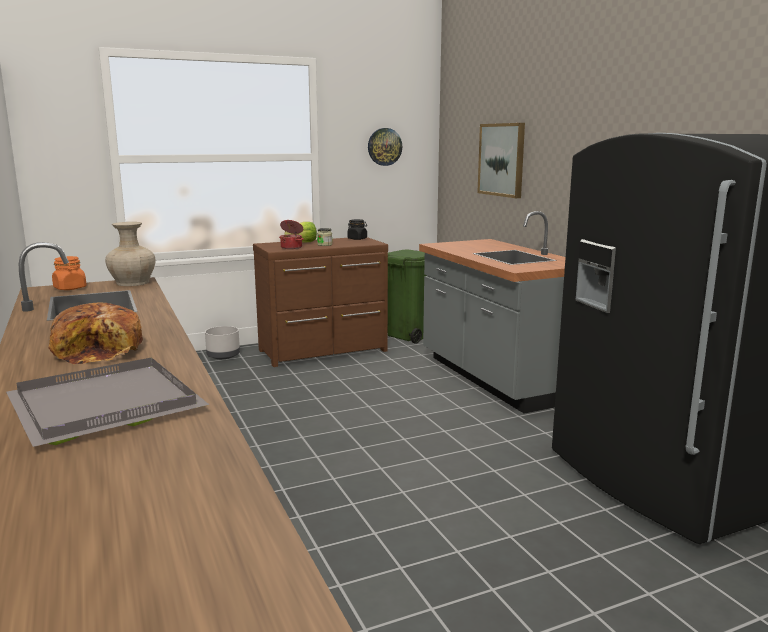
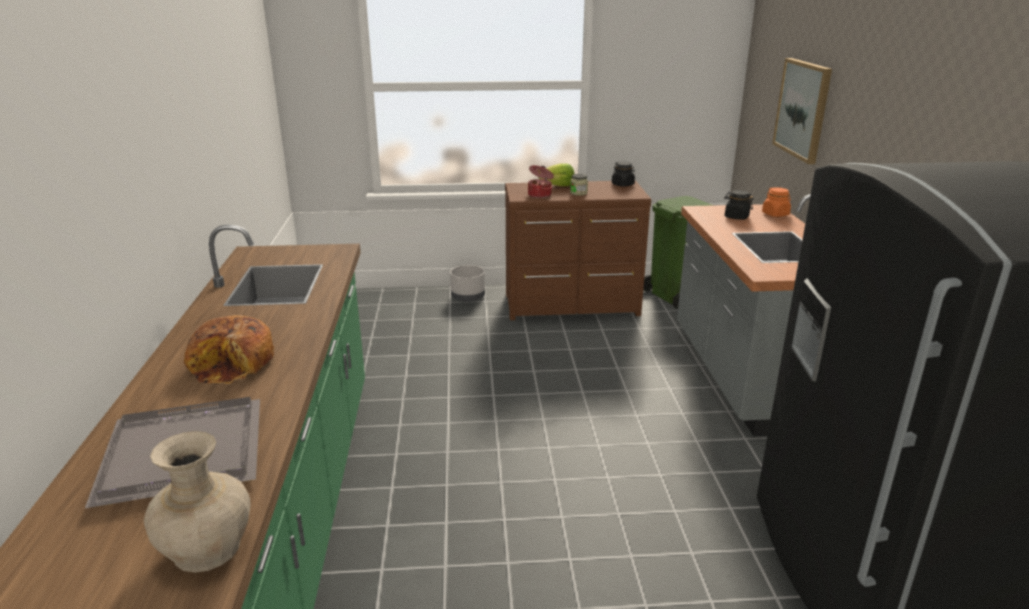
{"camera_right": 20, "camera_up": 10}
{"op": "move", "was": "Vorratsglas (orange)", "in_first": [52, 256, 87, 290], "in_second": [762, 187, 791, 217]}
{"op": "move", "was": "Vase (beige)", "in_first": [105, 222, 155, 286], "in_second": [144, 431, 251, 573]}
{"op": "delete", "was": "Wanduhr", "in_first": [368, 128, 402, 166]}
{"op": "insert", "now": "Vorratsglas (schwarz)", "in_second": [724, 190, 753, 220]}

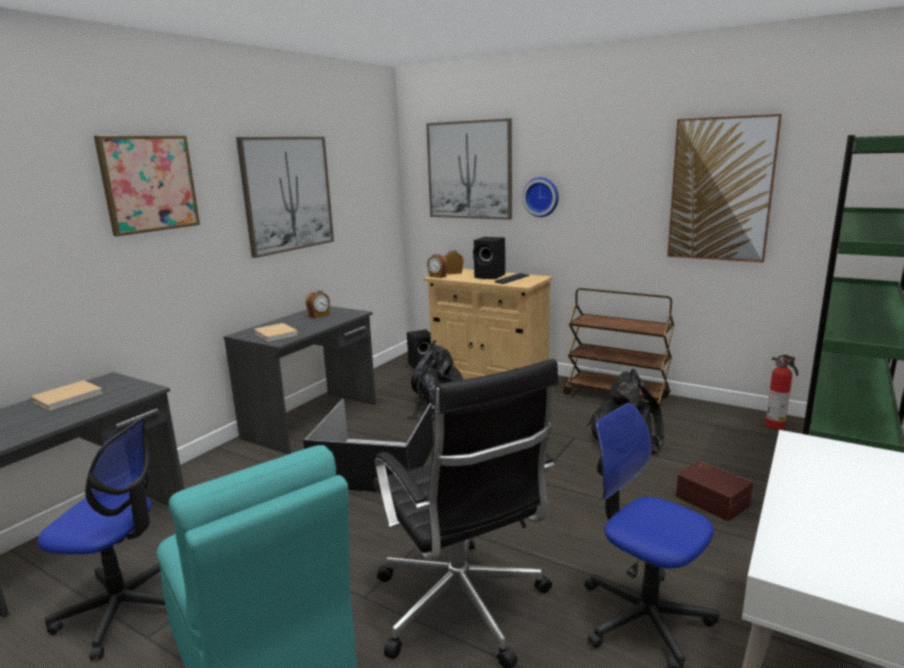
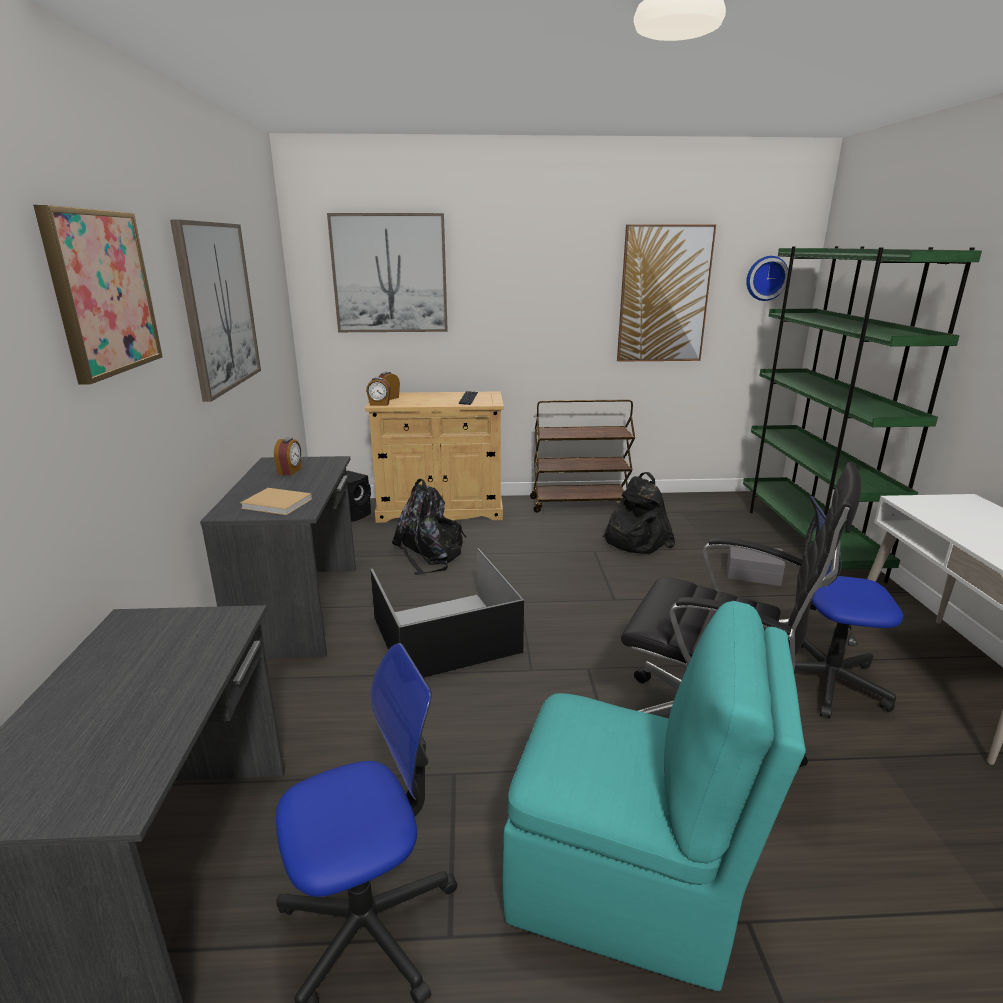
{"camera_right": -35, "camera_up": 5}
{"op": "delete", "was": "Buch (beige)", "in_first": [30, 380, 103, 411]}
{"op": "delete", "was": "Lautsprecher (schwarz)", "in_first": [473, 237, 505, 279]}
{"op": "move", "was": "Wanduhr", "in_first": [522, 177, 559, 217], "in_second": [746, 256, 788, 301]}
{"op": "recolor", "was": "Aufbewahrungsbox (braun)", "now": "Aufbewahrungsbox (grau)", "in_first": [676, 461, 753, 521], "in_second": [727, 546, 785, 586]}
{"op": "delete", "was": "Feuerlöscher", "in_first": [765, 355, 798, 430]}

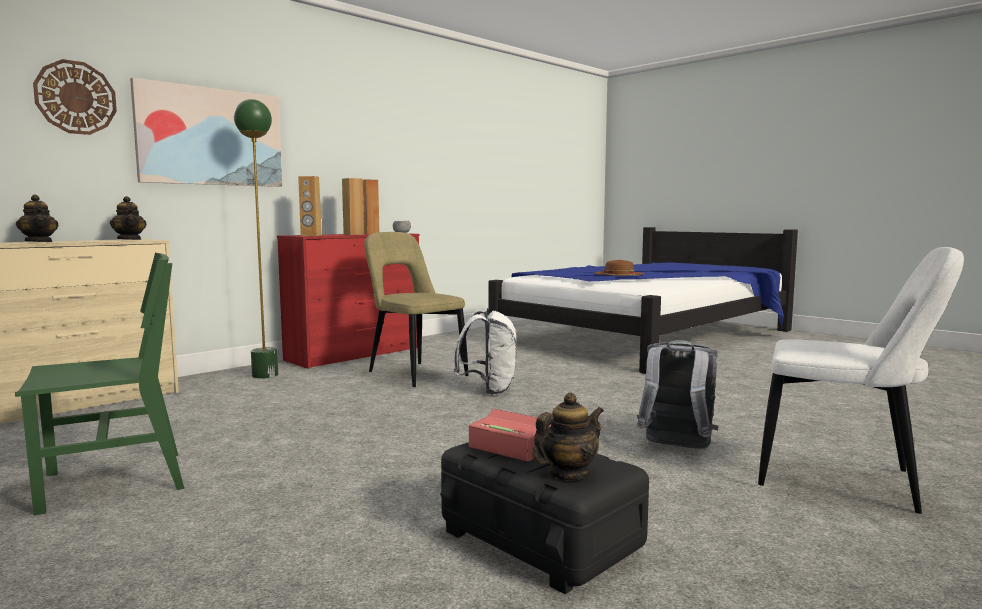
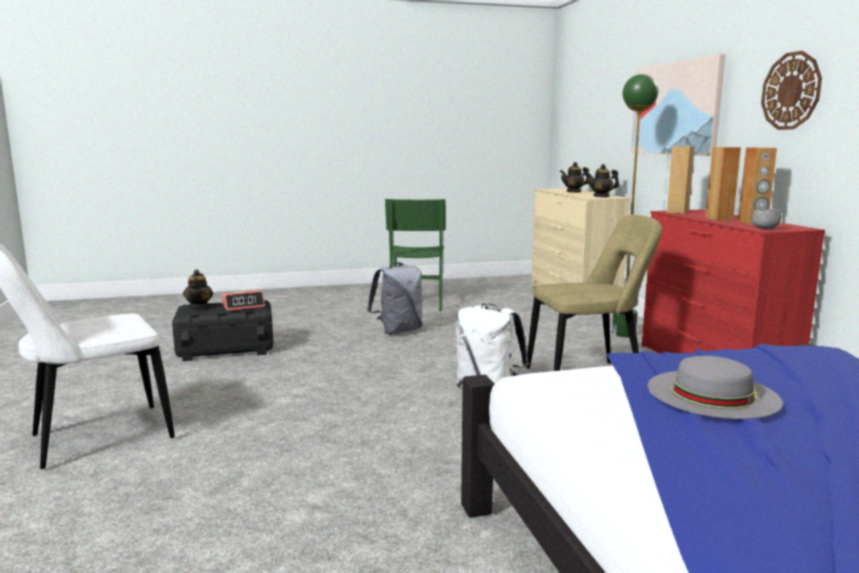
{"camera_right": 120, "camera_up": 5}
{"op": "move", "was": "Wanduhr", "in_first": [33, 59, 117, 135], "in_second": [761, 51, 822, 130]}
{"op": "recolor", "was": "Hut (braun)", "now": "Hut (grau)", "in_first": [595, 260, 644, 276], "in_second": [648, 356, 783, 419]}
{"op": "move", "was": "Rucksack (grau)", "in_first": [637, 340, 718, 449], "in_second": [367, 262, 423, 335]}

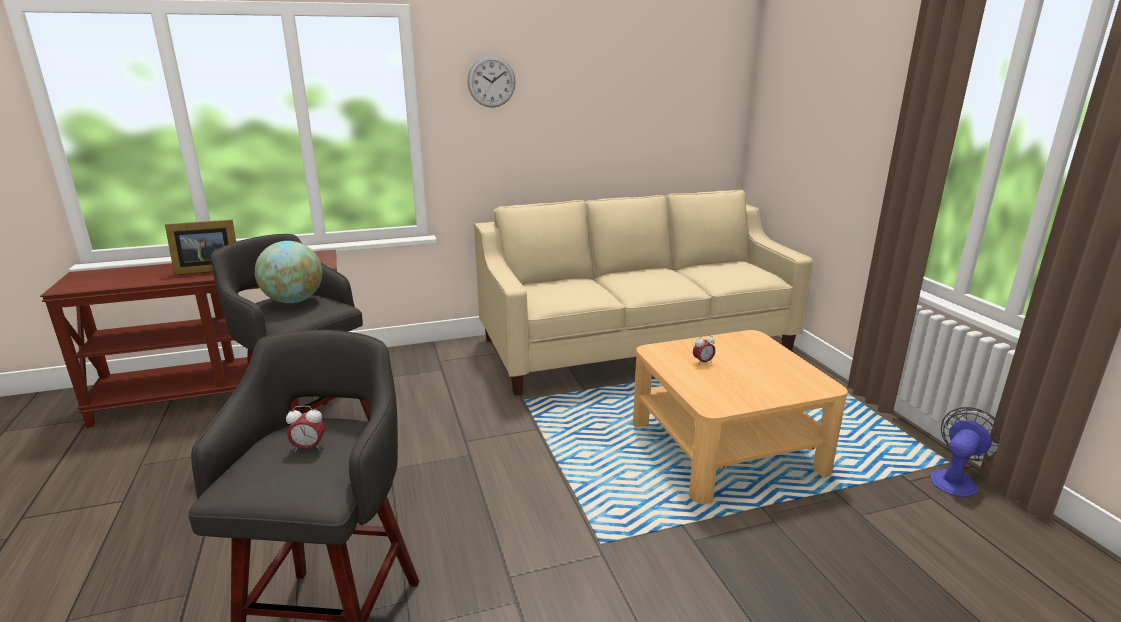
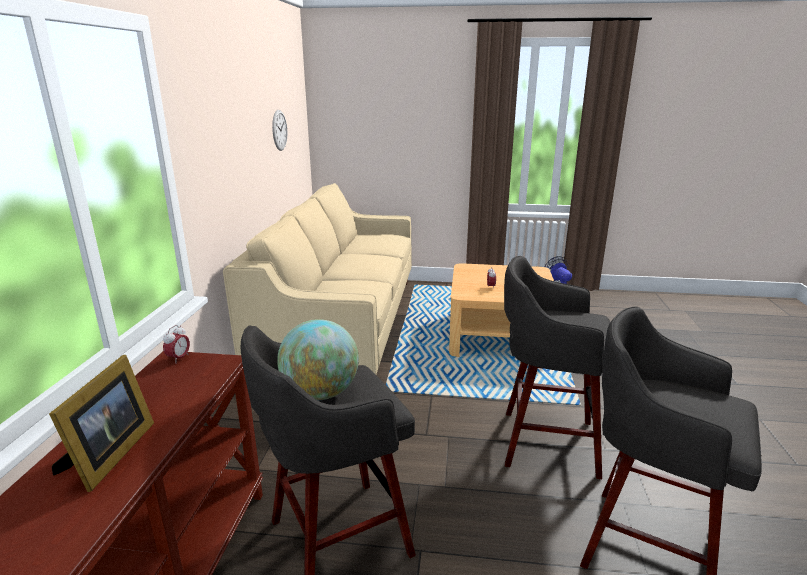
{"camera_right": -65, "camera_up": 0}
{"op": "move", "was": "Wecker", "in_first": [286, 406, 325, 452], "in_second": [163, 325, 190, 364]}
{"op": "move", "was": "Wanduhr", "in_first": [467, 56, 516, 108], "in_second": [272, 110, 287, 151]}
{"op": "insert", "now": "Hocker (grau)", "in_second": [504, 256, 610, 479]}

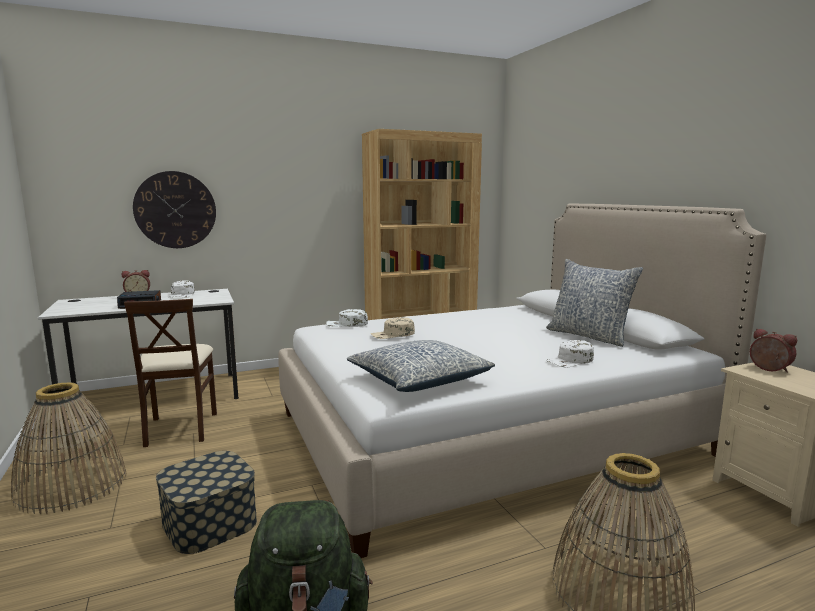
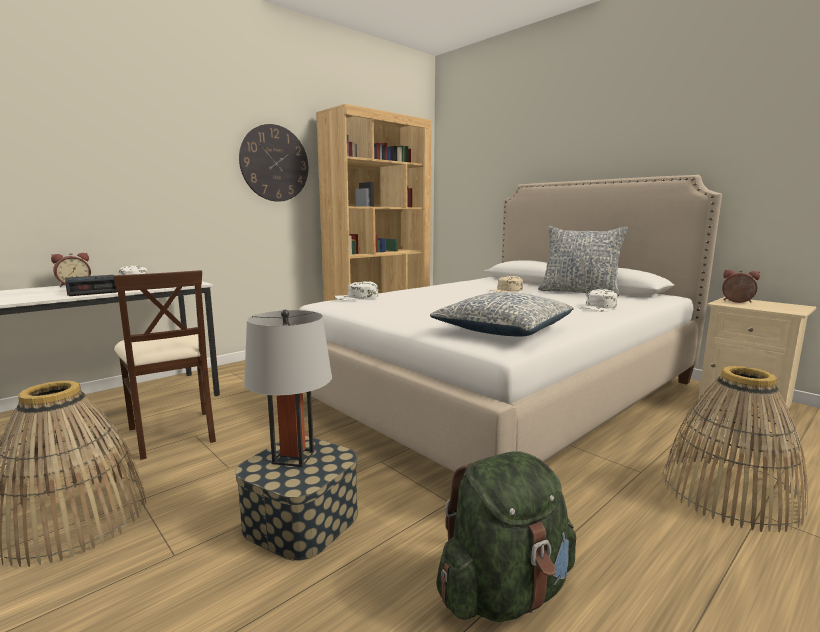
{"camera_right": -20, "camera_up": 0}
{"op": "move", "was": "Wanduhr", "in_first": [133, 171, 216, 248], "in_second": [239, 124, 308, 202]}
{"op": "move", "was": "Kappe (beige)", "in_first": [370, 317, 415, 339], "in_second": [491, 276, 523, 292]}
{"op": "insert", "now": "Tischlampe (grau)", "in_second": [244, 310, 332, 467]}

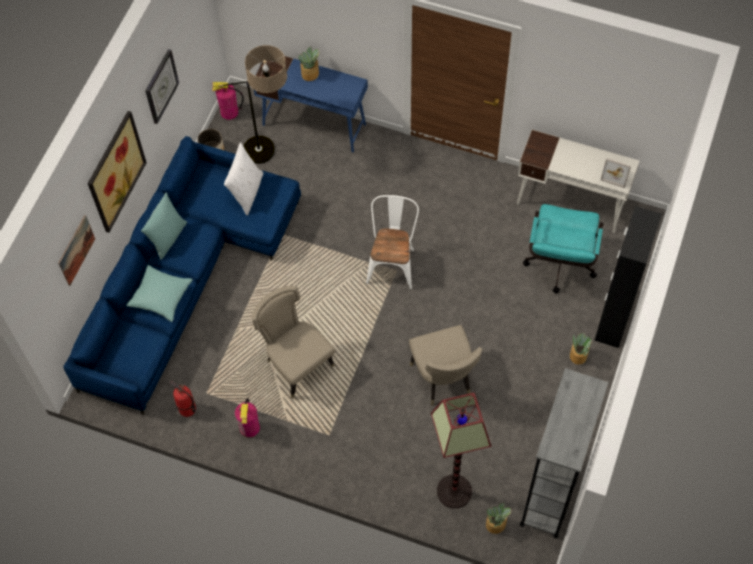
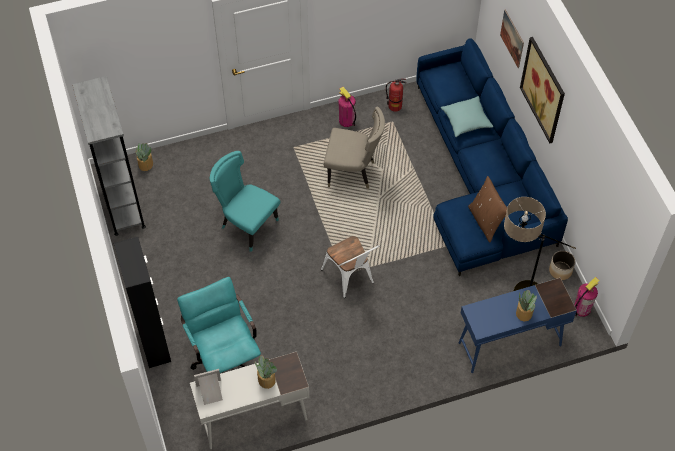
{"camera_right": 140, "camera_up": -5}
{"op": "delete", "was": "Kissen (türkis)", "in_first": [141, 193, 187, 260]}
{"op": "delete", "was": "Wanduhr", "in_first": [145, 49, 179, 124]}
{"op": "recolor", "was": "Kissen (weiß)", "now": "Kissen (braun)", "in_first": [224, 142, 263, 215], "in_second": [468, 176, 507, 242]}
{"op": "recolor", "was": "Stuhl (beige)", "now": "Stuhl (türkis)", "in_first": [409, 325, 482, 405], "in_second": [210, 151, 280, 252]}
{"op": "delete", "was": "Stehlampe", "in_first": [431, 393, 491, 508]}
{"op": "move", "was": "Topfpflanze", "in_first": [570, 333, 592, 365], "in_second": [255, 355, 277, 389]}

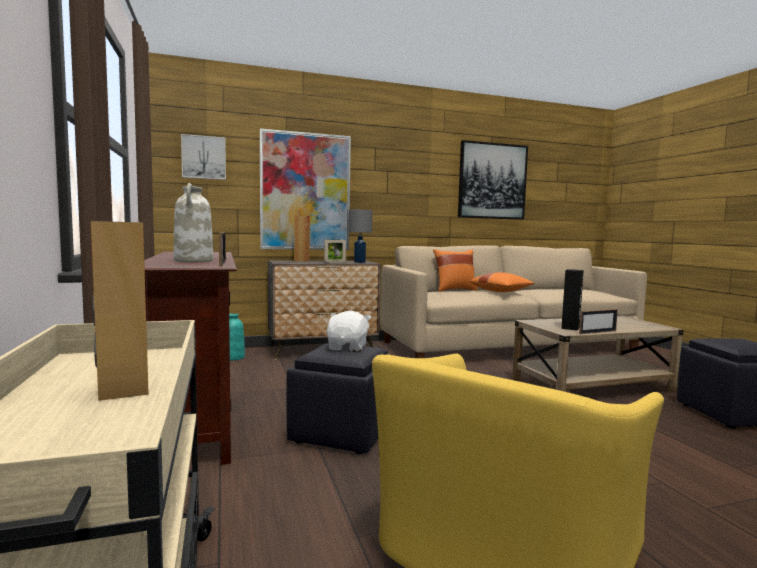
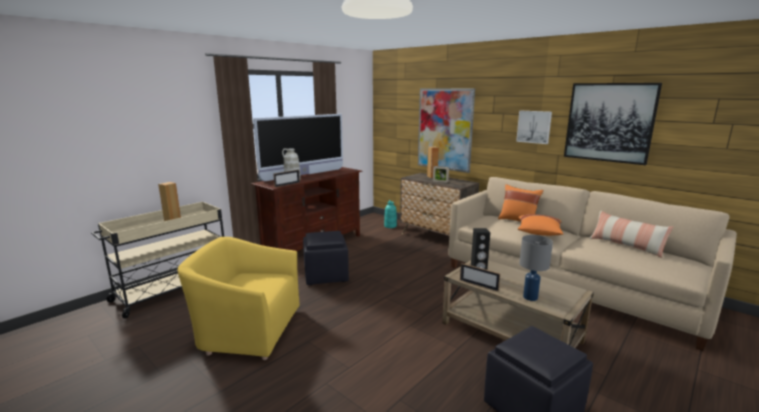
{"camera_right": 60, "camera_up": 10}
{"op": "move", "was": "Bild", "in_first": [181, 134, 226, 180], "in_second": [516, 111, 552, 144]}
{"op": "delete", "was": "Plüschtier (weiß)", "in_first": [326, 311, 371, 352]}
{"op": "move", "was": "Tischlampe (grau)", "in_first": [349, 210, 372, 263], "in_second": [519, 235, 553, 301]}
{"op": "insert", "now": "Fernseher", "in_second": [253, 114, 343, 181]}
{"op": "insert", "now": "Kissen", "in_second": [590, 210, 673, 258]}

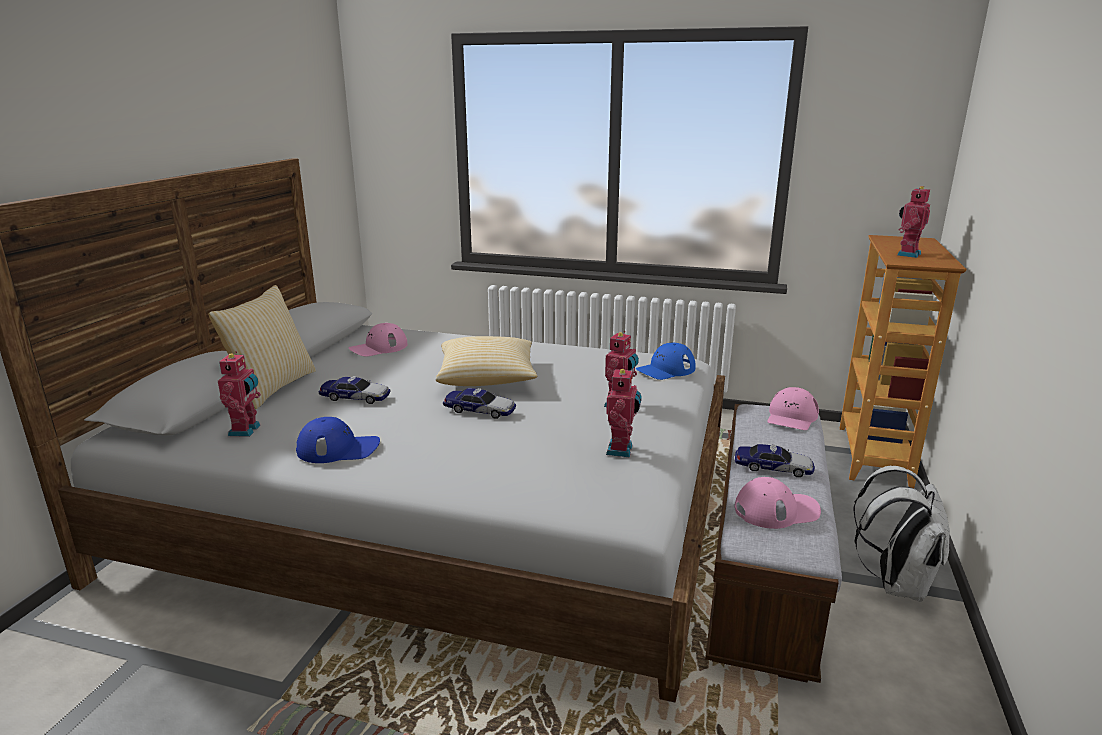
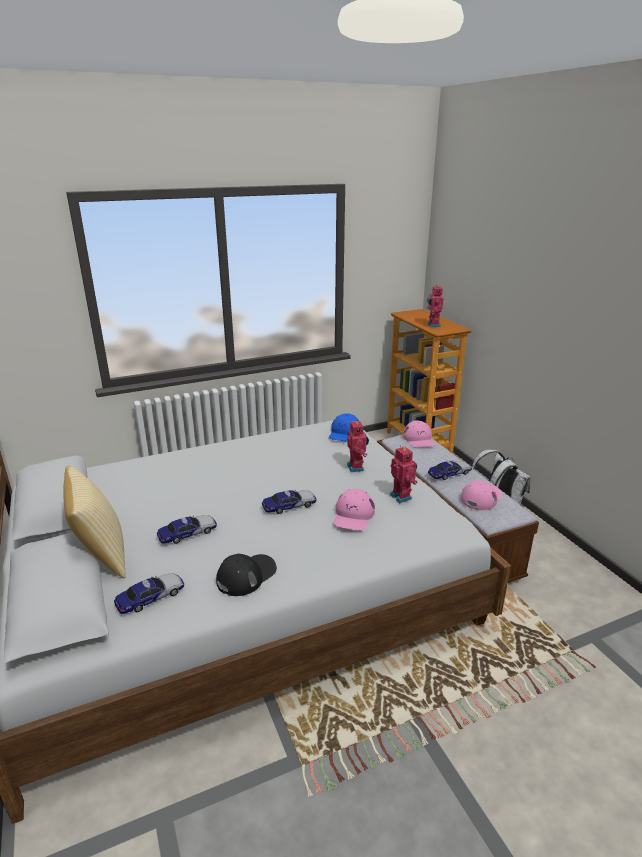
{"camera_right": -40, "camera_up": 5}
{"op": "replace", "was": "Spielzeugroboter", "now": "Spielzeugauto", "in_first": [218, 351, 261, 437], "in_second": [114, 573, 184, 614]}
{"op": "recolor", "was": "Kappe (blau)", "now": "Kappe (schwarz)", "in_first": [296, 417, 380, 463], "in_second": [216, 554, 277, 596]}
{"op": "move", "was": "Kappe (rosa)", "in_first": [349, 323, 408, 356], "in_second": [333, 489, 375, 530]}
{"op": "delete", "was": "Kissen", "in_first": [436, 336, 537, 386]}

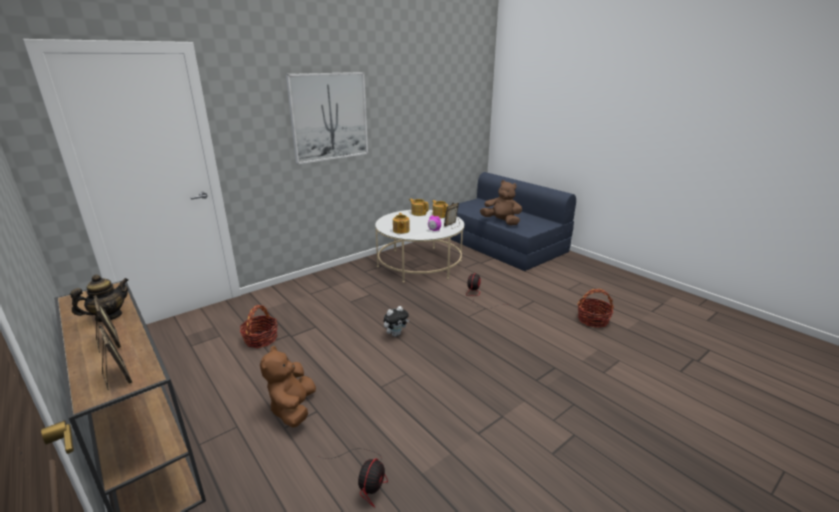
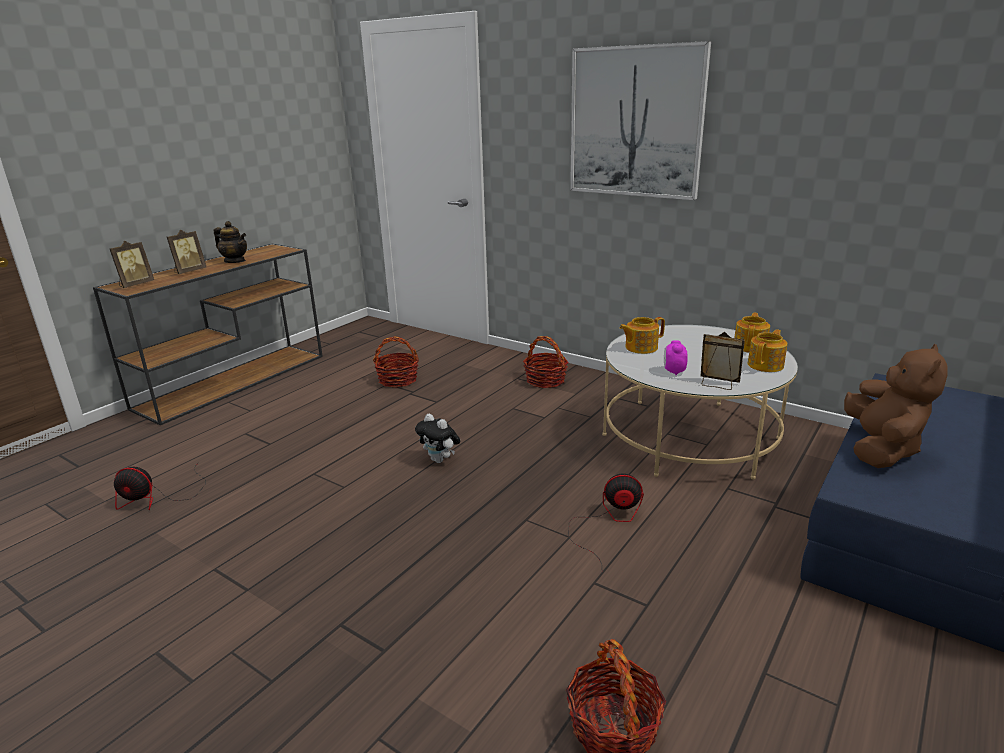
{"camera_right": 75, "camera_up": 0}
{"op": "delete", "was": "Plüschtier (braun)", "in_first": [260, 346, 316, 428]}
{"op": "insert", "now": "Korb", "in_second": [523, 336, 569, 388]}

